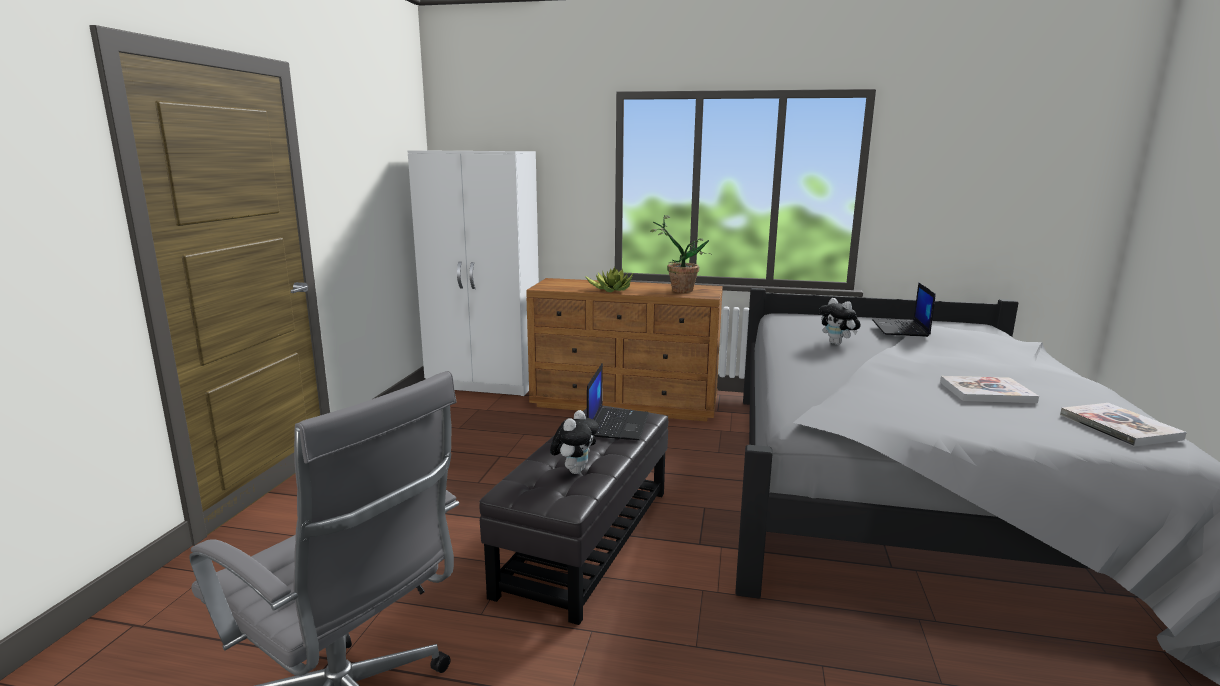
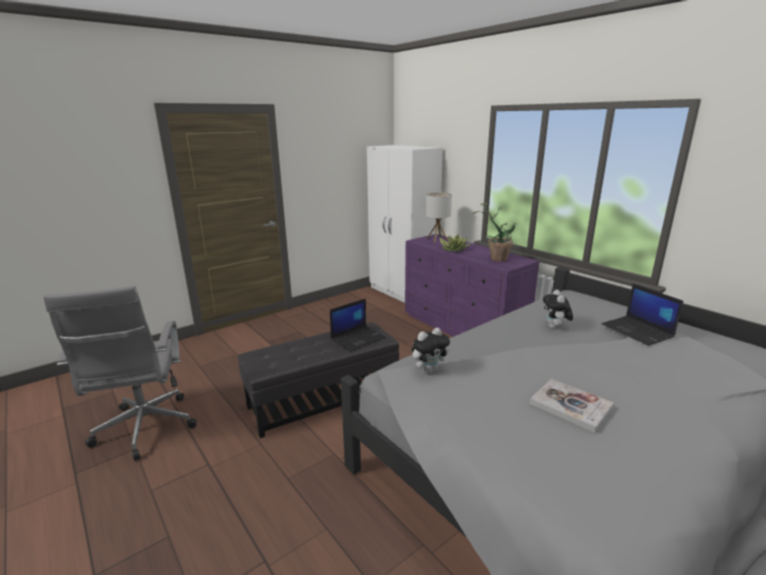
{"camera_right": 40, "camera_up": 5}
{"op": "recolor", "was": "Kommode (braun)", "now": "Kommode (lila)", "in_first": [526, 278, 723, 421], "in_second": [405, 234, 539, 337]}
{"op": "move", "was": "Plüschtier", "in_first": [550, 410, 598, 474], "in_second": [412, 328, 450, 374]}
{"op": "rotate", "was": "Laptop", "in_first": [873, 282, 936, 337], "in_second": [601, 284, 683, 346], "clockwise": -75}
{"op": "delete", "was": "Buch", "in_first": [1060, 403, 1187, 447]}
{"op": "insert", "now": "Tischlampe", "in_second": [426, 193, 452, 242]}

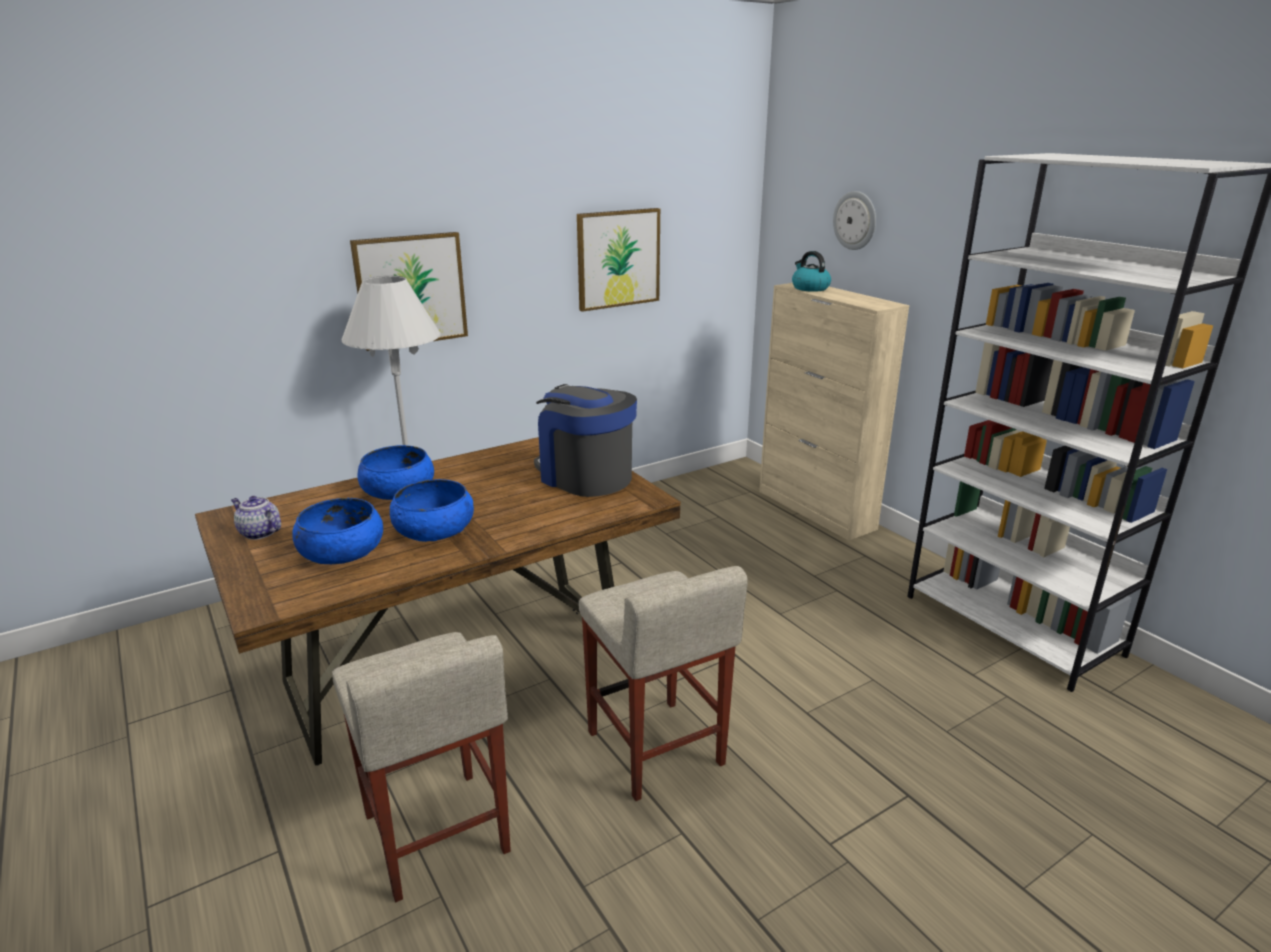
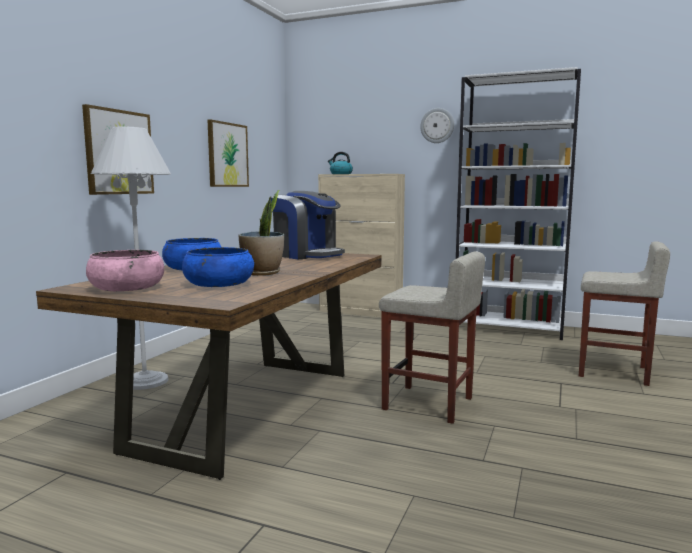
{"camera_right": -35, "camera_up": -15}
{"op": "replace", "was": "Teekanne", "now": "Schüssel (rosa)", "in_first": [231, 496, 281, 540], "in_second": [86, 250, 164, 291]}
{"op": "move", "was": "Hocker (beige)", "in_first": [332, 632, 511, 902], "in_second": [579, 241, 670, 386]}
{"op": "replace", "was": "Schüssel (blau)", "now": "Topfpflanze", "in_first": [390, 479, 474, 542], "in_second": [239, 190, 284, 276]}
{"op": "rotate", "was": "Kaffeemaschine", "in_first": [534, 384, 637, 497], "in_second": [269, 191, 345, 259], "clockwise": -150}
{"op": "move", "was": "Wanduhr", "in_first": [833, 191, 876, 250], "in_second": [420, 108, 454, 143]}

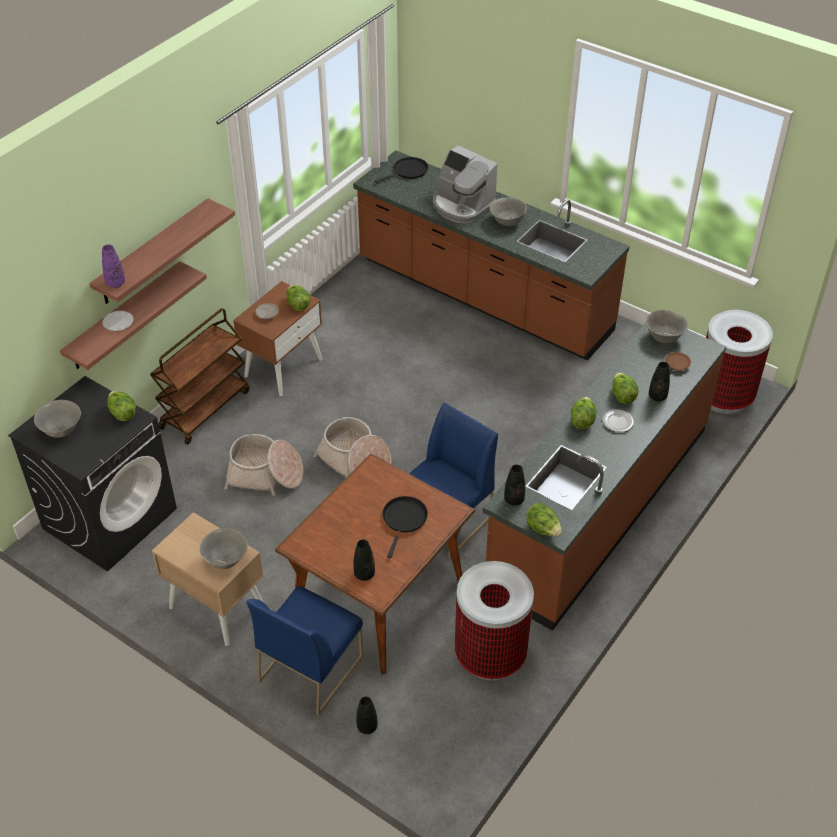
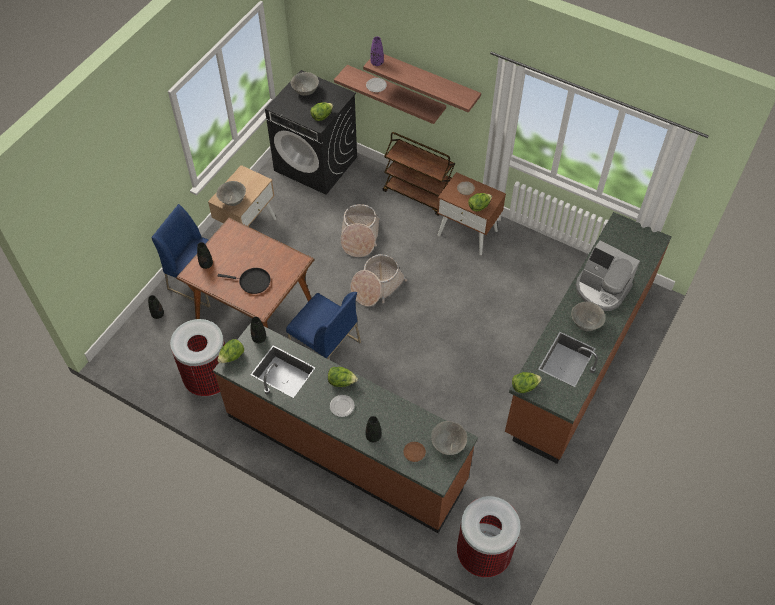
{"camera_right": 85, "camera_up": 10}
{"op": "delete", "was": "Pfanne (schwarz)", "in_first": [374, 157, 428, 183]}
{"op": "rotate", "was": "Kaffeemaschine", "in_first": [433, 145, 497, 223], "in_second": [576, 241, 640, 311], "clockwise": -90}
{"op": "move", "was": "Salatkopf", "in_first": [612, 372, 638, 404], "in_second": [512, 372, 542, 393]}

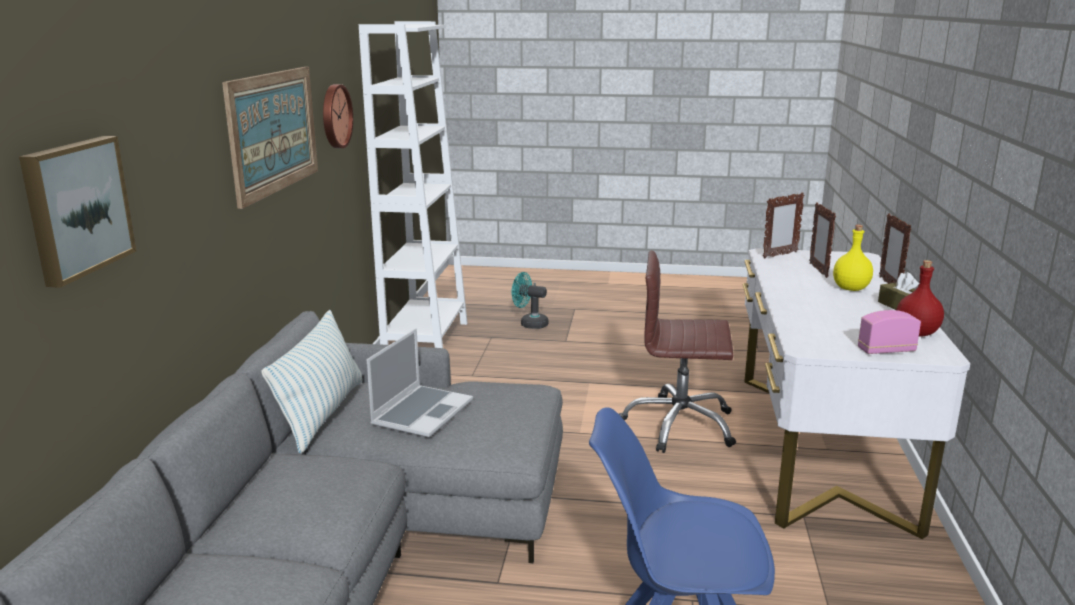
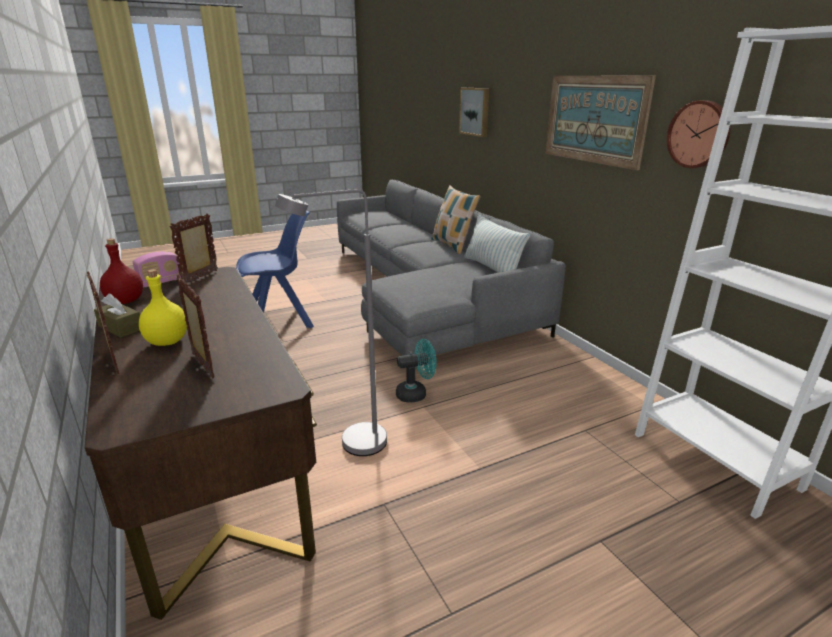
{"camera_right": 145, "camera_up": 5}
{"op": "delete", "was": "Laptop", "in_first": [366, 328, 473, 438]}
{"op": "move", "was": "Ventilator (türkis)", "in_first": [512, 272, 548, 329], "in_second": [396, 339, 437, 403]}
{"op": "replace", "was": "Bürostuhl (braun)", "now": "Stehlampe (grau)", "in_first": [619, 251, 736, 453], "in_second": [275, 190, 387, 456]}
{"op": "recolor", "was": "Schreibtisch (weiß)", "now": "Schreibtisch (braun)", "in_first": [742, 248, 970, 539], "in_second": [85, 267, 317, 620]}
{"op": "move", "was": "Bilderrahmen", "in_first": [763, 192, 804, 258], "in_second": [169, 213, 218, 283]}
{"op": "insert", "now": "Kissen", "in_second": [432, 185, 481, 254]}

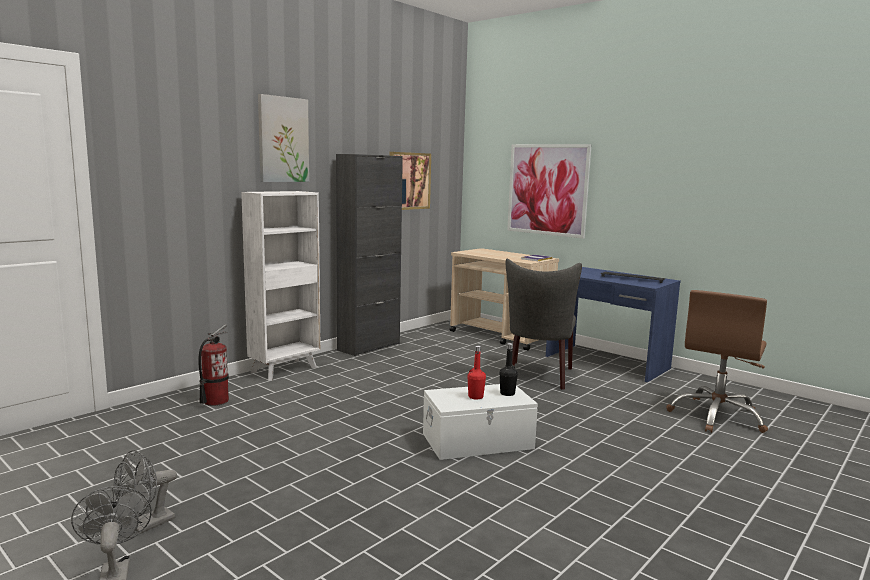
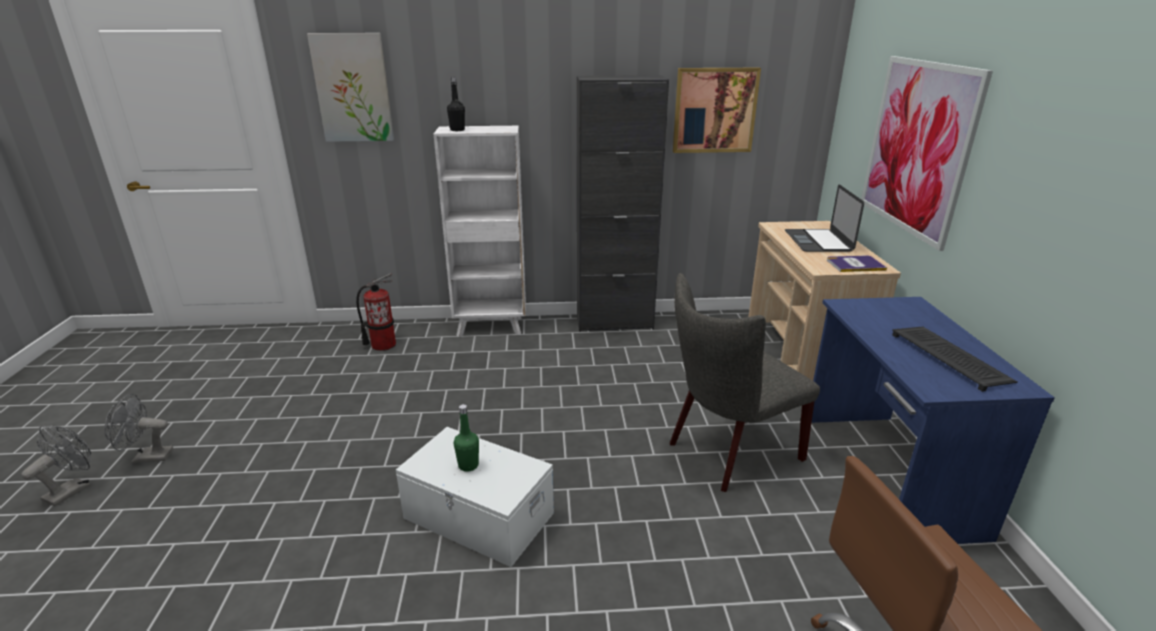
{"camera_right": 45, "camera_up": 15}
{"op": "move", "was": "Bild", "in_first": [258, 94, 309, 182], "in_second": [307, 33, 394, 142]}
{"op": "recolor", "was": "Flasche (rot)", "now": "Flasche (grün)", "in_first": [467, 346, 486, 399], "in_second": [454, 404, 479, 472]}
{"op": "move", "was": "Flasche (schwarz)", "in_first": [500, 343, 518, 396], "in_second": [447, 77, 465, 131]}
{"op": "insert", "now": "Laptop", "in_second": [785, 184, 864, 252]}

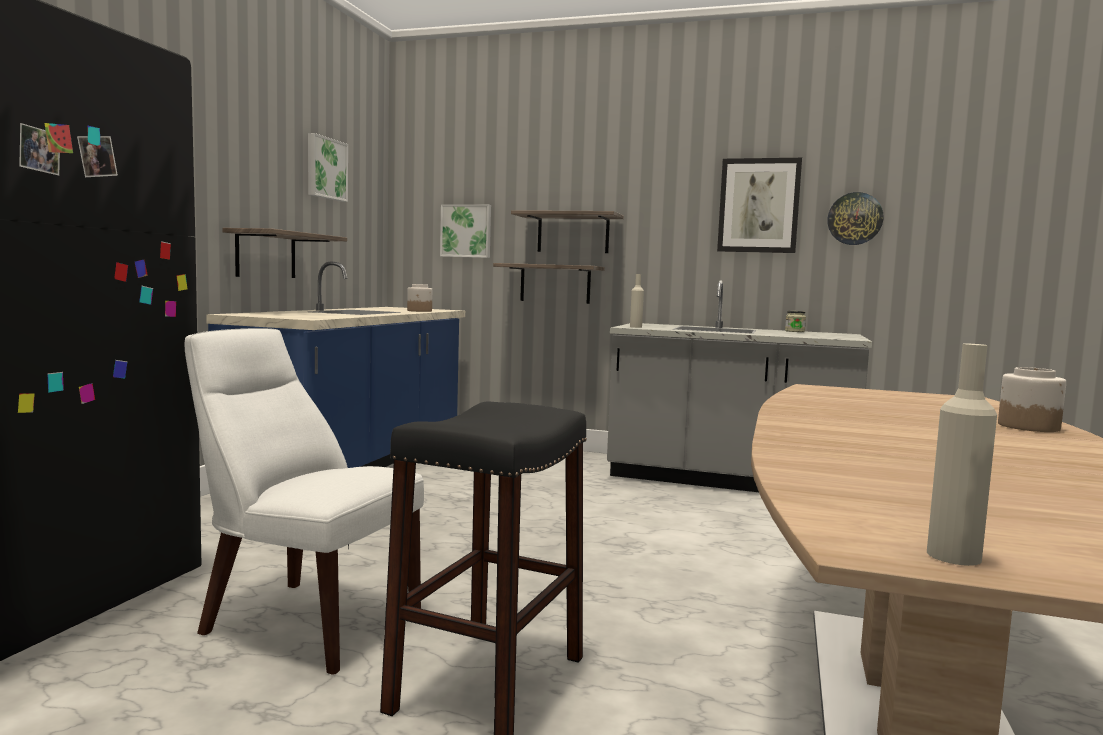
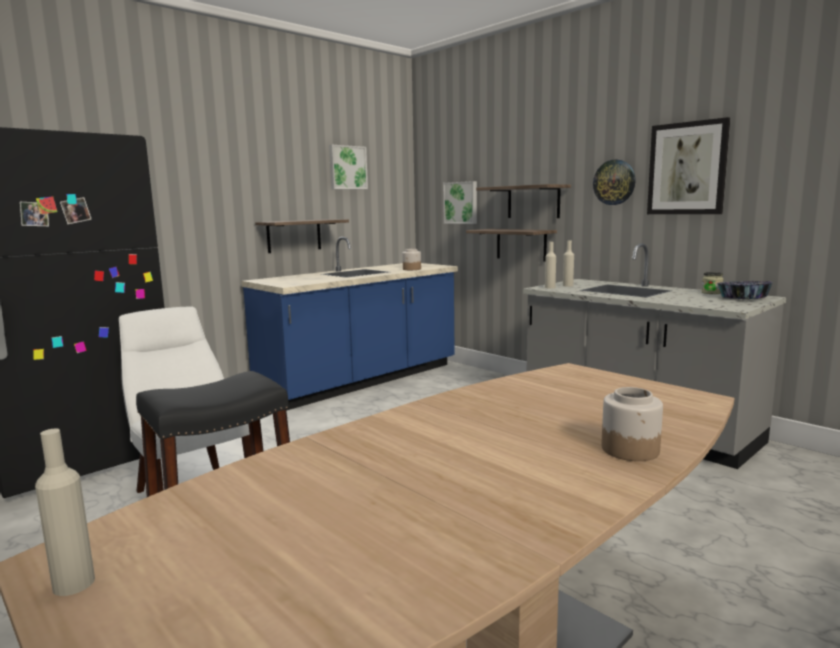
{"camera_right": 30, "camera_up": 5}
{"op": "move", "was": "Wanduhr", "in_first": [827, 192, 883, 245], "in_second": [593, 160, 636, 205]}
{"op": "insert", "now": "Flasche (beige)", "in_second": [563, 241, 574, 286]}
{"op": "insert", "now": "Schüssel", "in_second": [717, 281, 774, 299]}

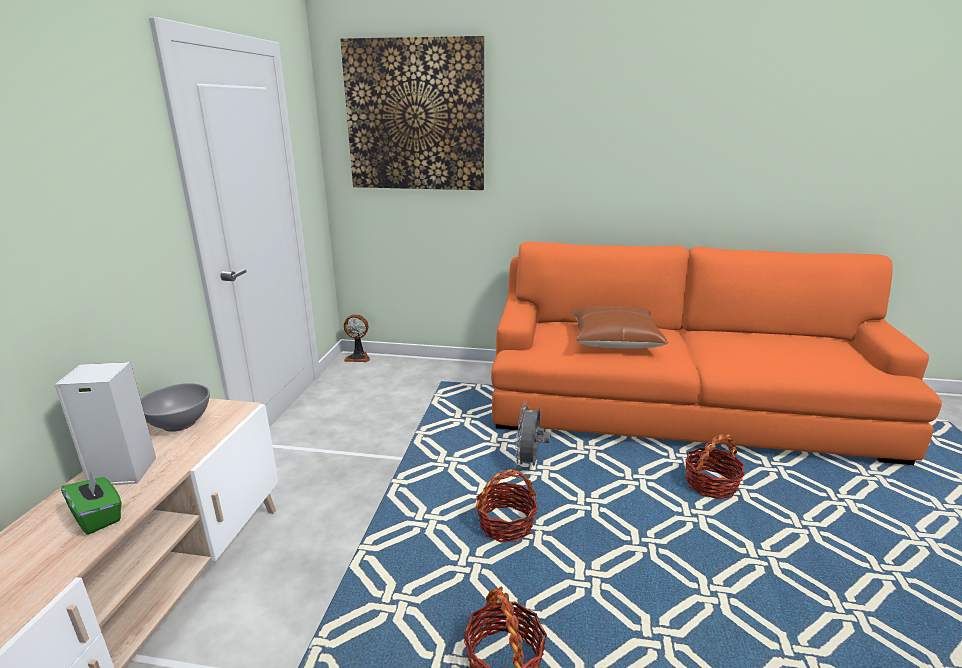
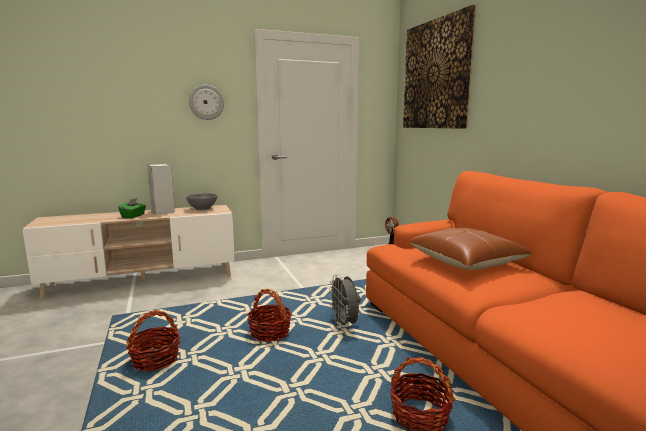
{"camera_right": 60, "camera_up": -10}
{"op": "rotate", "was": "Ventilator (grau)", "in_first": [515, 402, 550, 469], "in_second": [329, 275, 361, 329], "clockwise": -90}
{"op": "insert", "now": "Wanduhr", "in_second": [189, 85, 224, 120]}

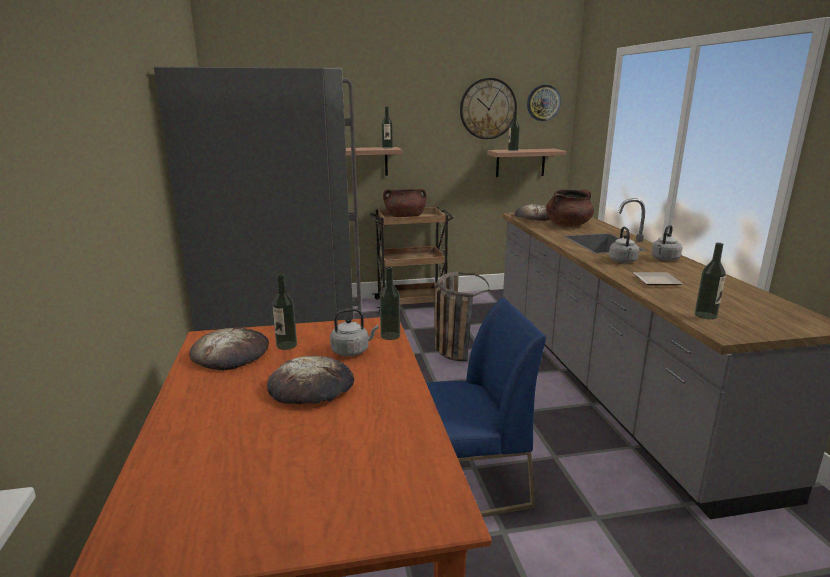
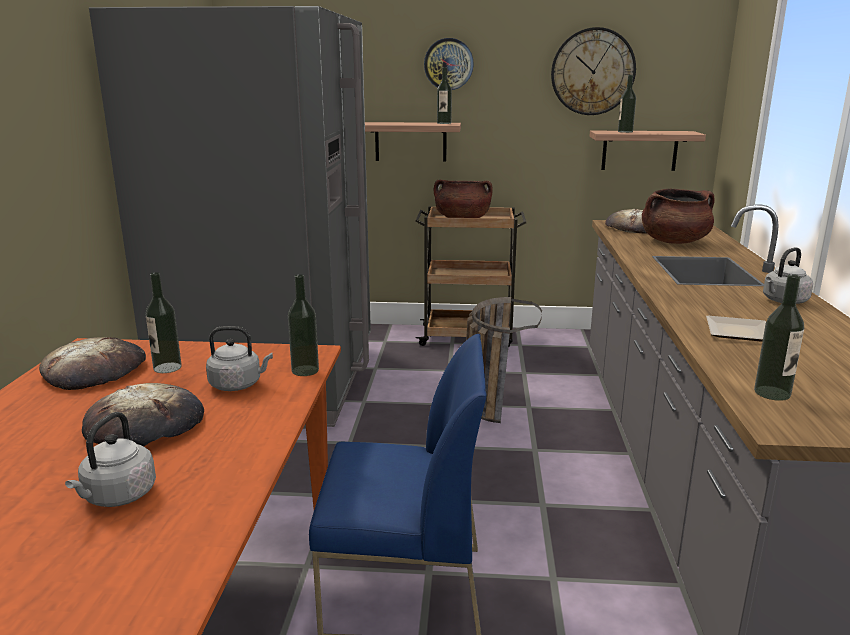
{"camera_right": 15, "camera_up": 0}
{"op": "move", "was": "Wanduhr", "in_first": [527, 85, 561, 121], "in_second": [424, 38, 474, 90]}
{"op": "move", "was": "Wasserkessel (grau)", "in_first": [609, 226, 639, 263], "in_second": [65, 412, 156, 507]}

